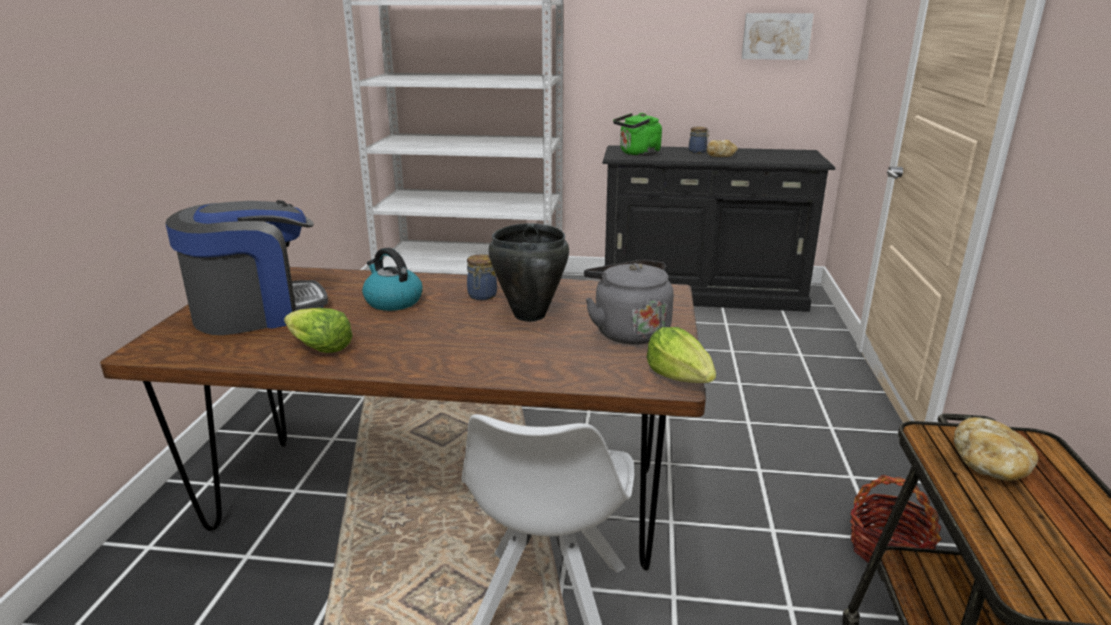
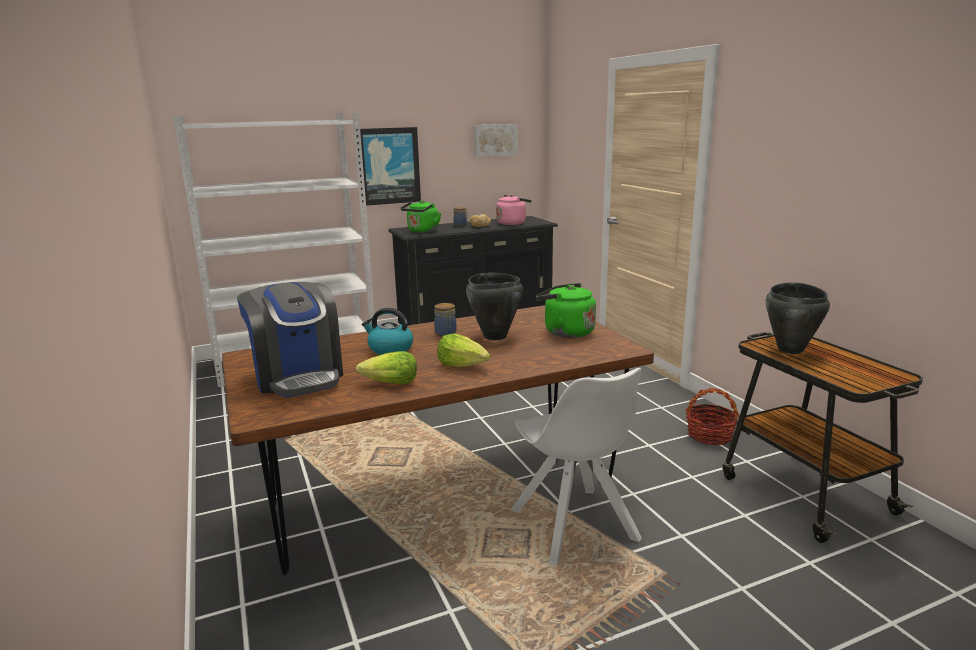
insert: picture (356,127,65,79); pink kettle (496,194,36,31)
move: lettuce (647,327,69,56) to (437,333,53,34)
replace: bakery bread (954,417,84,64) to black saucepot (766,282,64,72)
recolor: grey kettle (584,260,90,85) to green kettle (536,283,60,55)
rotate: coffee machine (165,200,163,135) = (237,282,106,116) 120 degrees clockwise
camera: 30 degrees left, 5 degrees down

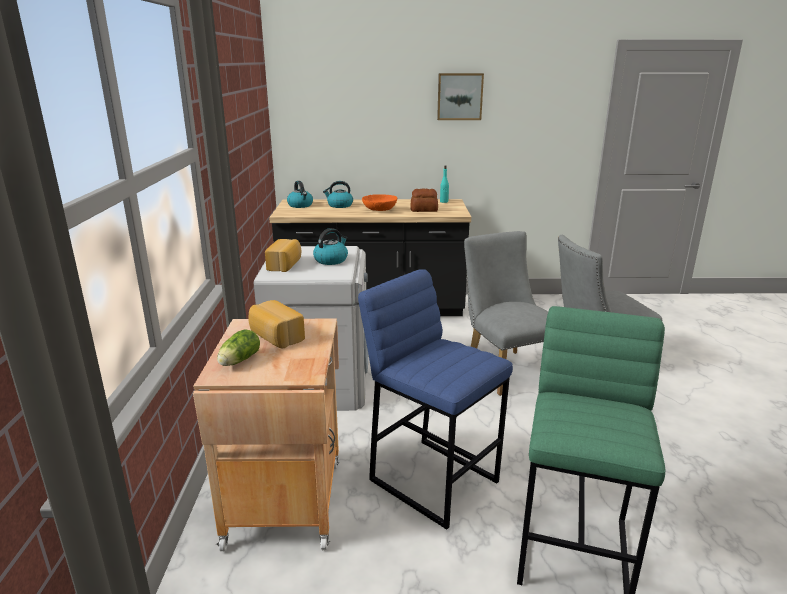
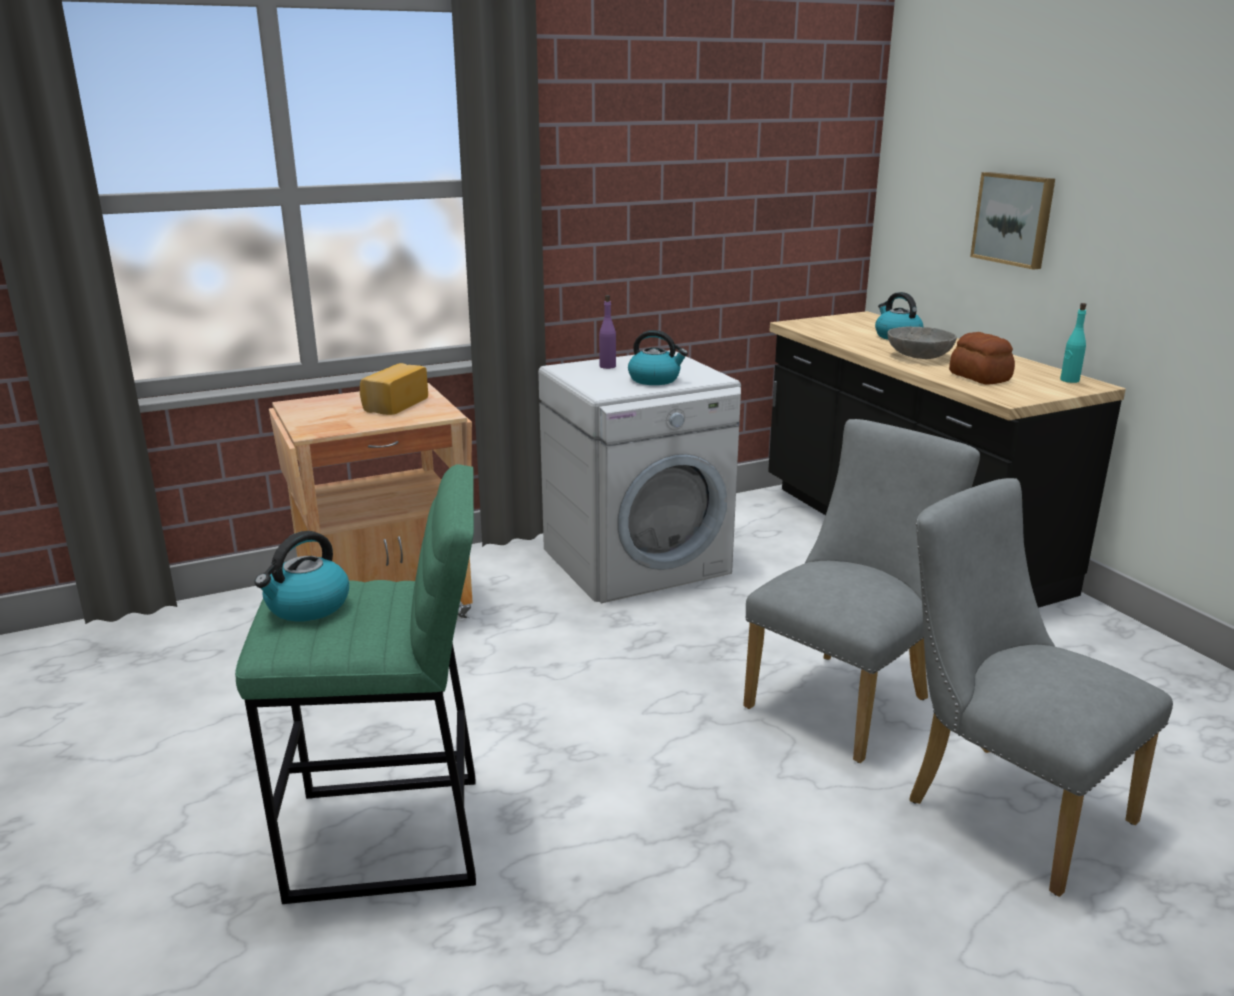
delete: lettuce (217,329,43,37); bluish stool seat (358,270,155,260)
move: kettle (287,181,26,27) to (254,531,95,90); picture (437,73,47,47) to (970,172,85,98)
replace: bakery bread (265,239,36,33) to purplish drink bottle (599,295,17,74)
recolor: orange-coloured deep dish (362,194,35,17) to grey deep dish (887,327,70,32)
camera: 65 degrees right, 0 degrees up

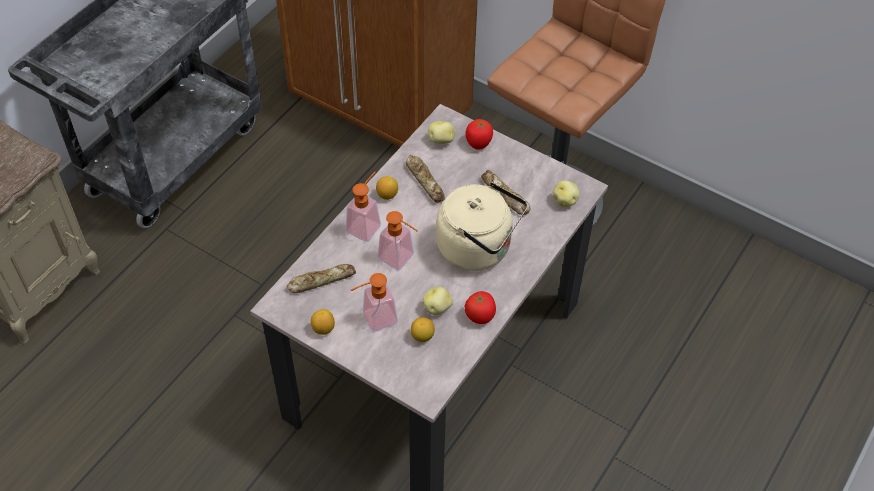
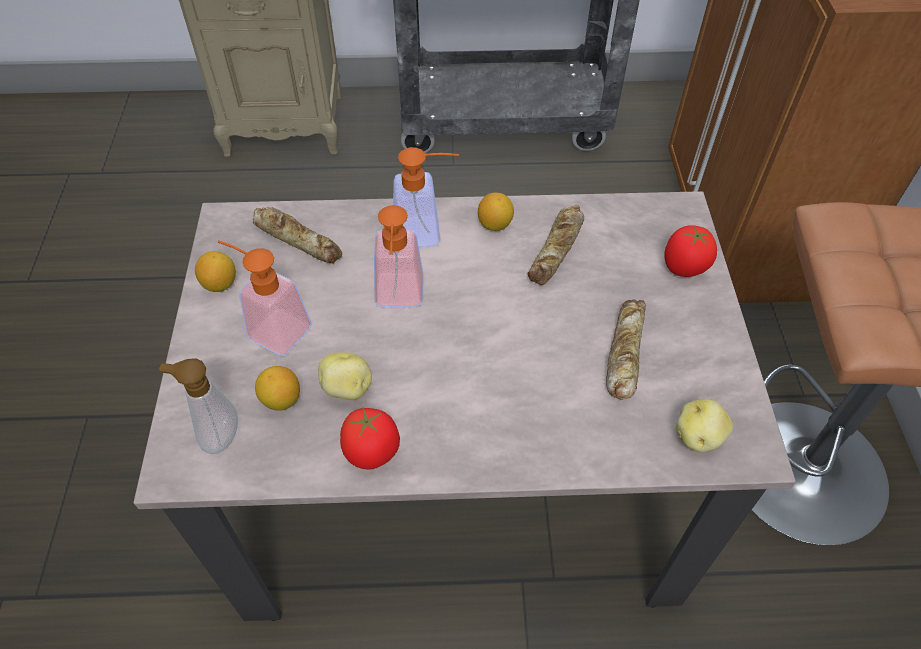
delete: potato (428,121,27,23); sand-coloured kettle (436,181,92,90)
insert: soap bottle (159,358,79,96)
camera: 55 degrees right, 0 degrees up

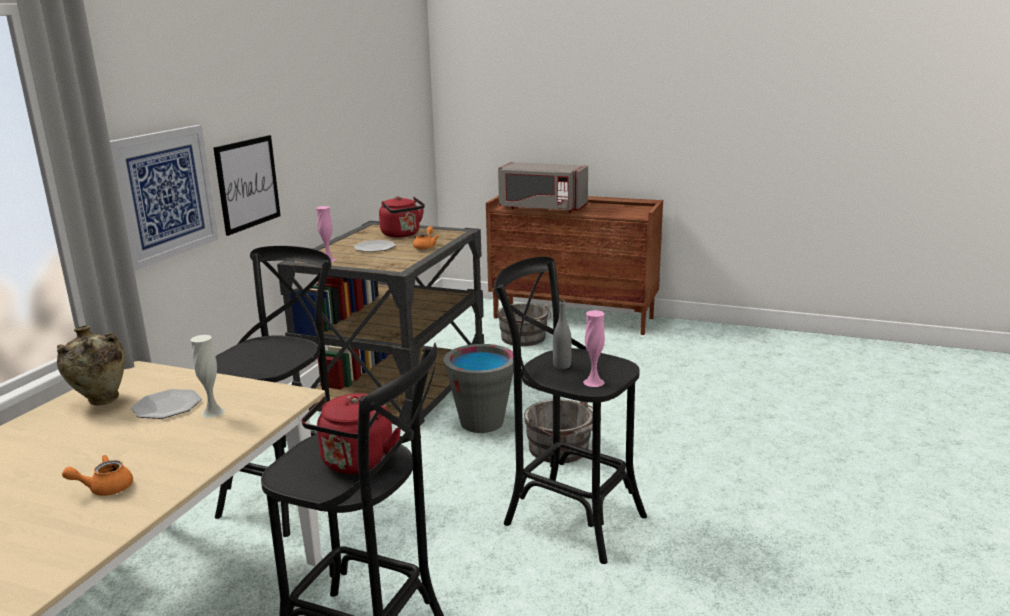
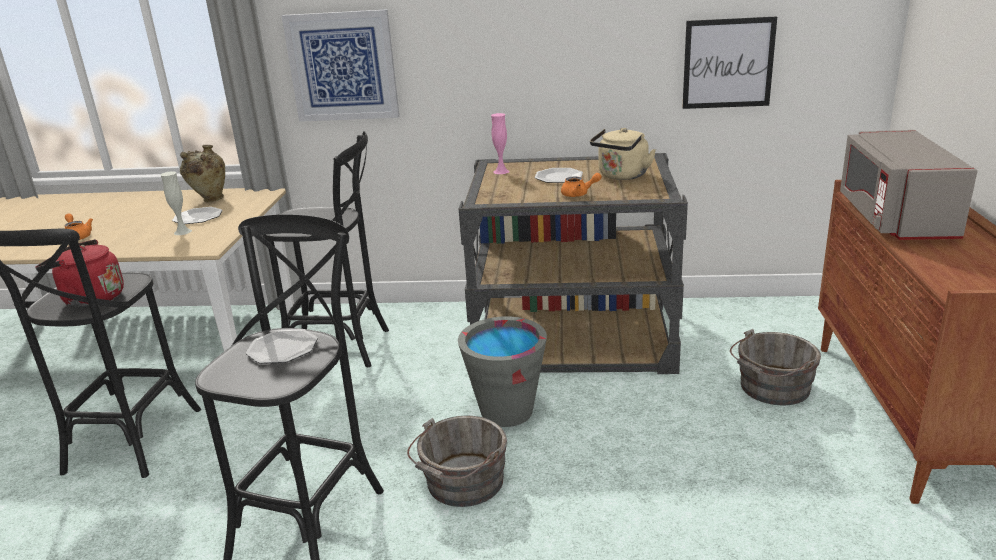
delete: pink decorative vase (583,310,22,77)
move: picture (213,135,68,101) to (682,16,95,93)
replace: grey drink bottle (553,299,19,70) to dinner plate (246,329,72,35)
recolor: red-coloured kettle (379,196,46,41) to sand-coloured kettle (590,128,66,52)
camera: 75 degrees right, 5 degrees up

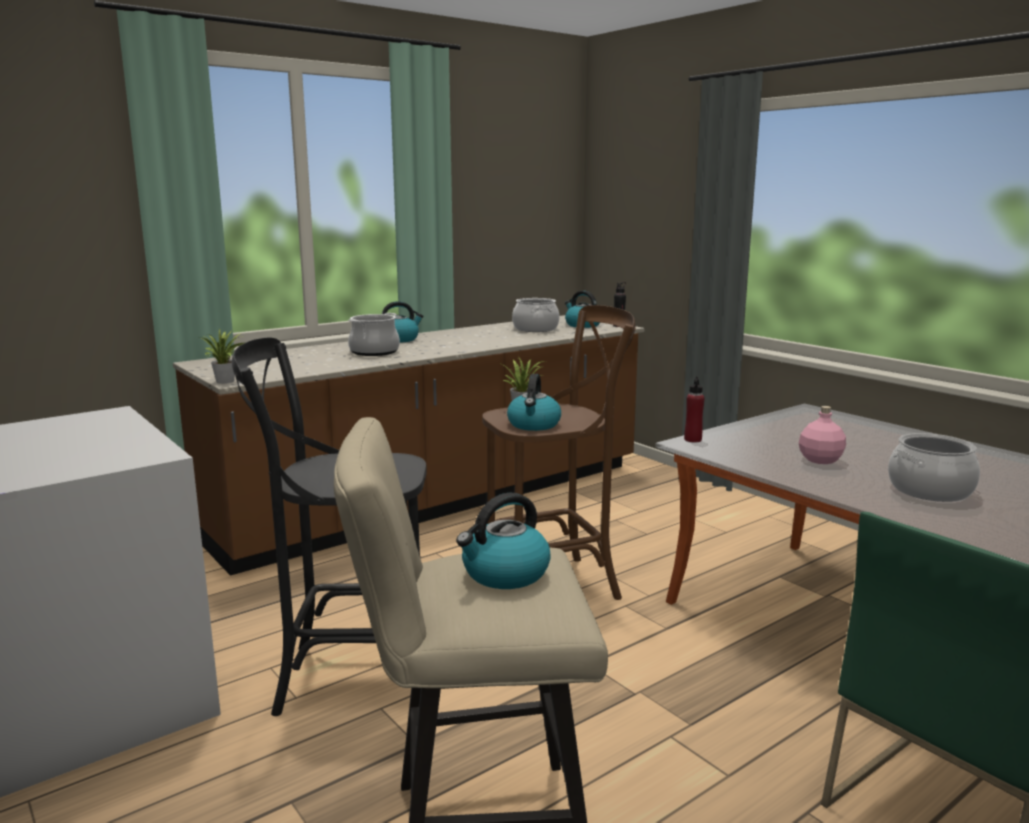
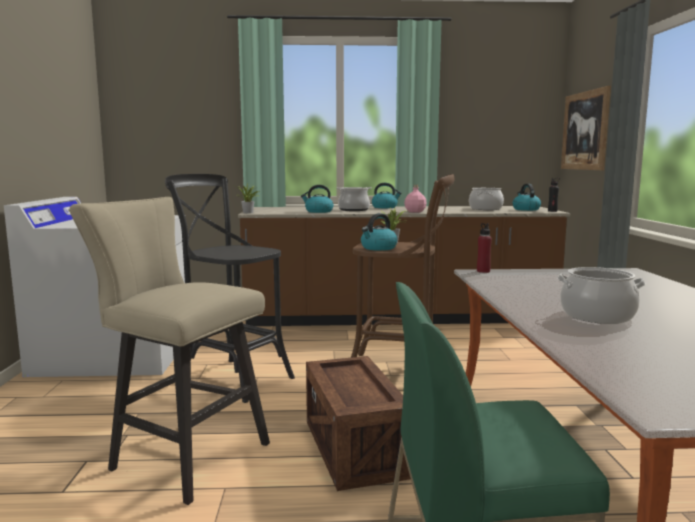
insert: crate (306,356,105,135); picture (561,86,50,84)
move: kettle (456,493,95,96) to (301,185,33,28); pink drink bottle (799,406,47,58) to (404,185,23,28)
camera: 35 degrees right, 5 degrees down

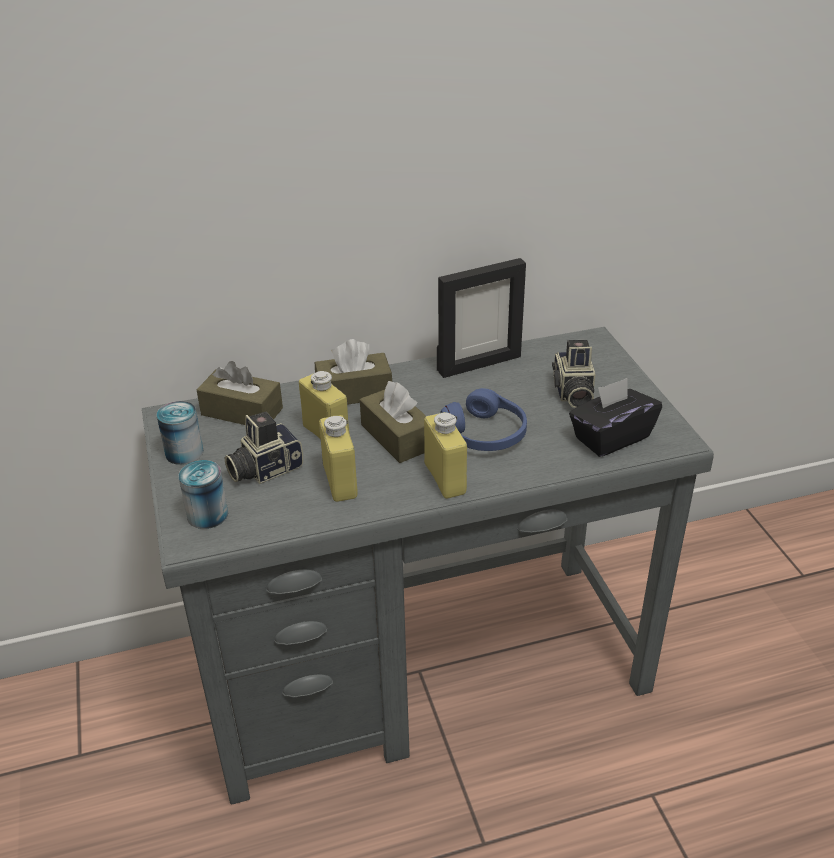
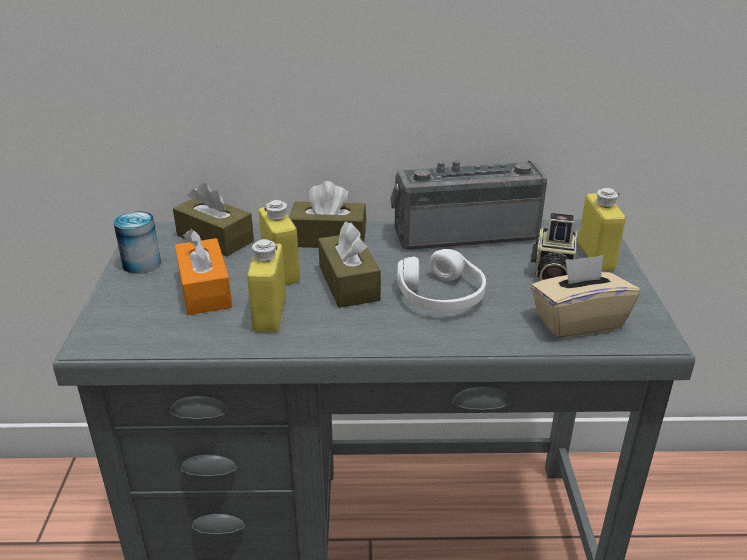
delete: sealed can (178,460,50,69)
move: yellow-coloured drink bottle (424,412,43,87) to (578,188,48,83)
replace: photo camera (225,412,78,72) to orange-coloured tissue holder (175,229,57,86); photo frame (437,258,89,120) to radio receiver (390,160,157,90)
recolor: bluish headset (440,388,87,63) to white headset (397,249,89,62); black tissue holder (569,378,93,79) to sand-coloured tissue holder (531,255,109,83)
camera: 15 degrees right, 5 degrees down

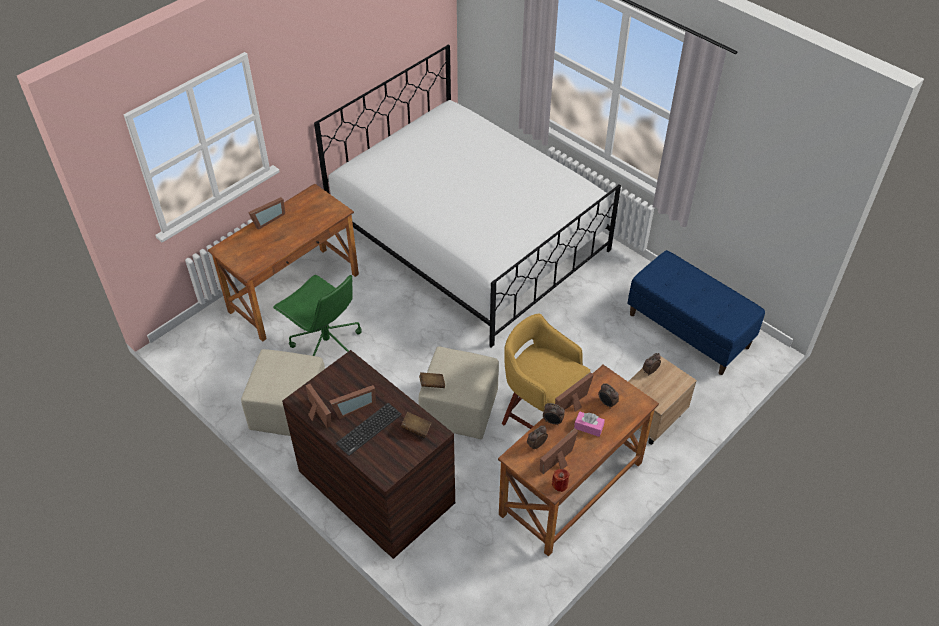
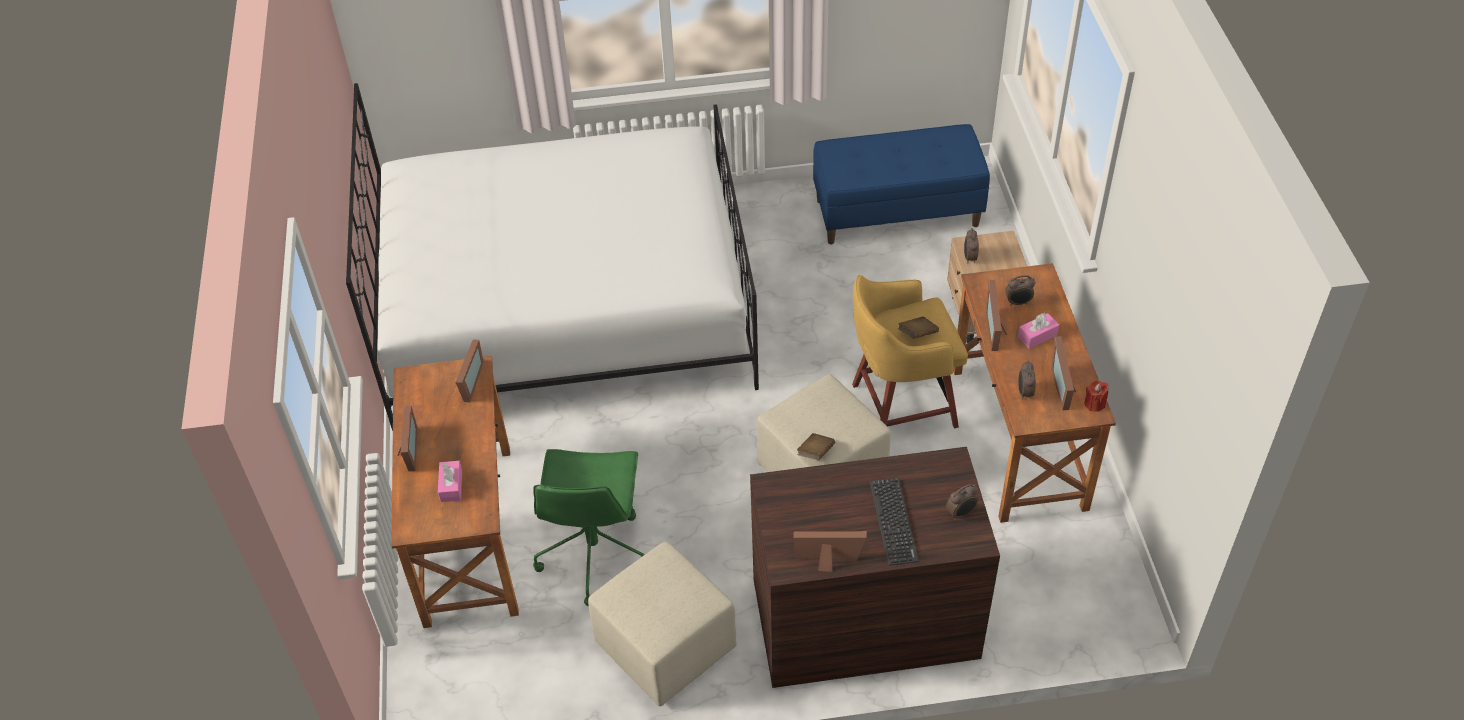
insert: pink tissue holder (438,461,24,41)
move: photo frame (330,385,46,34) to (455,339,29,63); brown volume (401,412,30,26) to (898,316,41,23); alarm clock (543,403,22,23) to (946,484,32,36)
rotate: green office chair (273,275,89,81) = (533,449,112,157) 105 degrees clockwise
camera: 50 degrees left, 0 degrees up

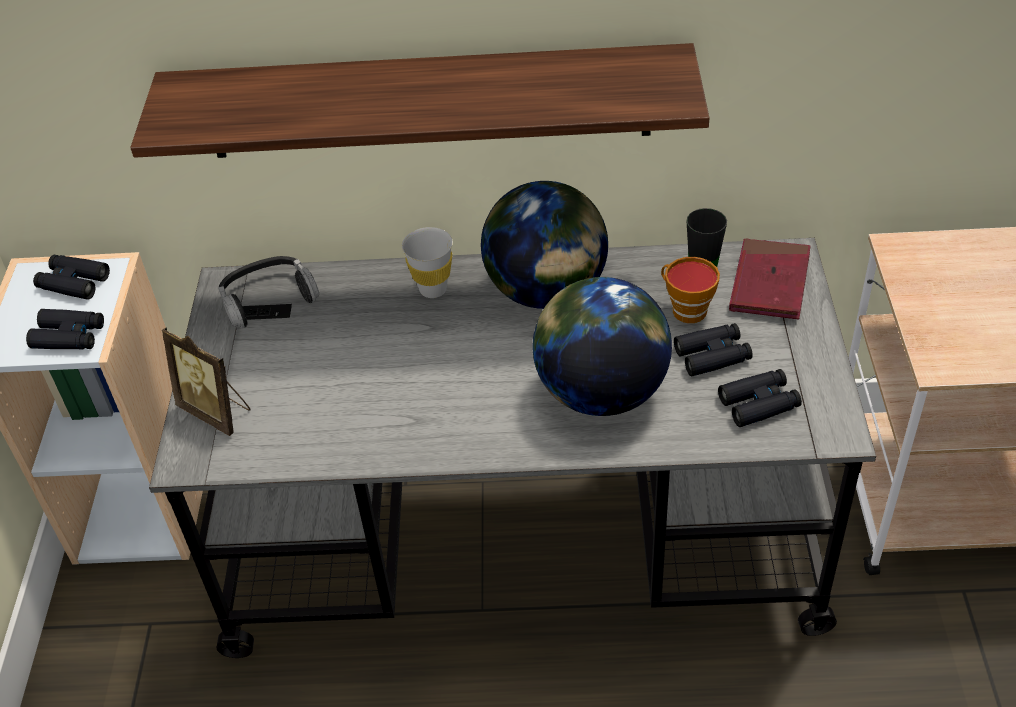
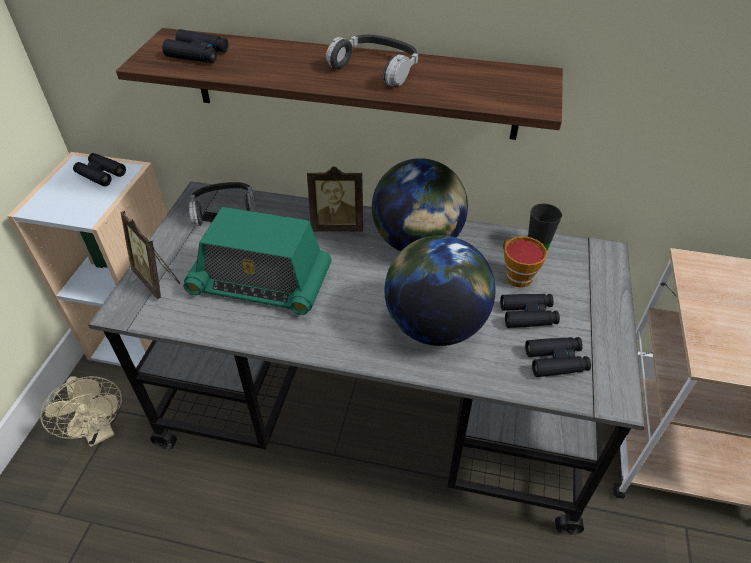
delete: red-coloured volume (729,239,82,81)
insert: sand-coloured electric fan (40,376,82,71); radio receiver (183,207,148,108); headset (326,35,92,51)
move: black binoculars (26,309,78,41) to (162,29,66,34)
replace: white small cup (402,227,51,71) to photo frame (307,166,56,66)
camera: 10 degrees right, 0 degrees up

